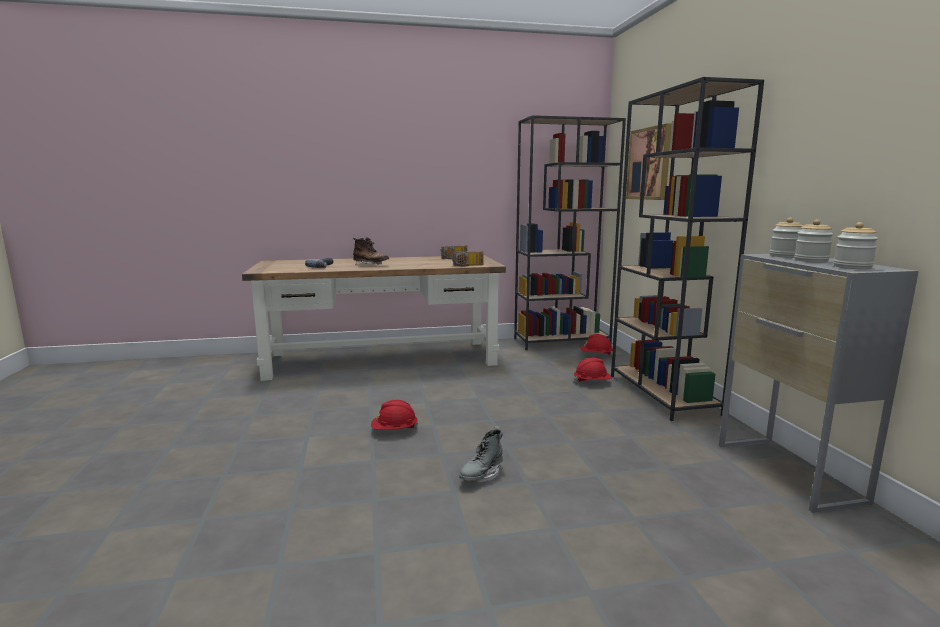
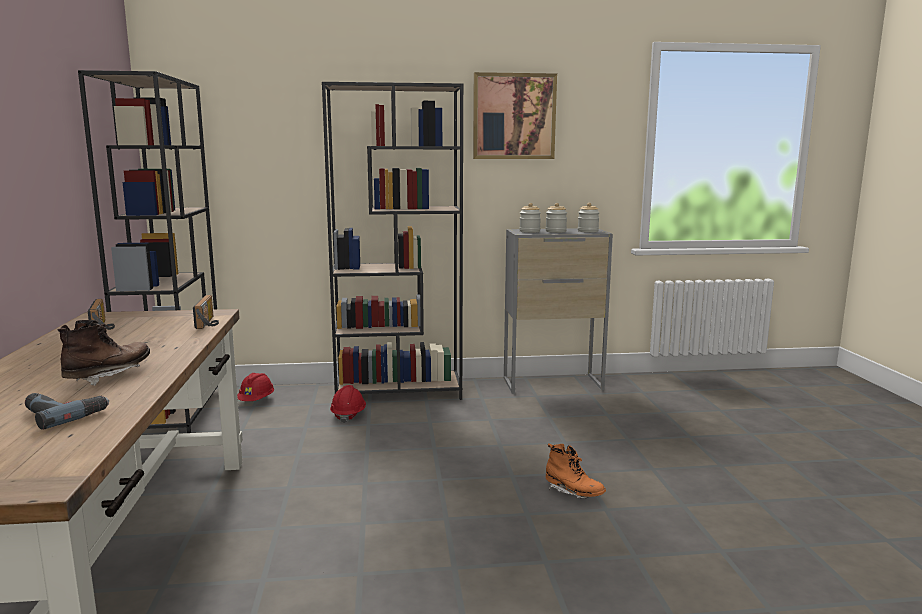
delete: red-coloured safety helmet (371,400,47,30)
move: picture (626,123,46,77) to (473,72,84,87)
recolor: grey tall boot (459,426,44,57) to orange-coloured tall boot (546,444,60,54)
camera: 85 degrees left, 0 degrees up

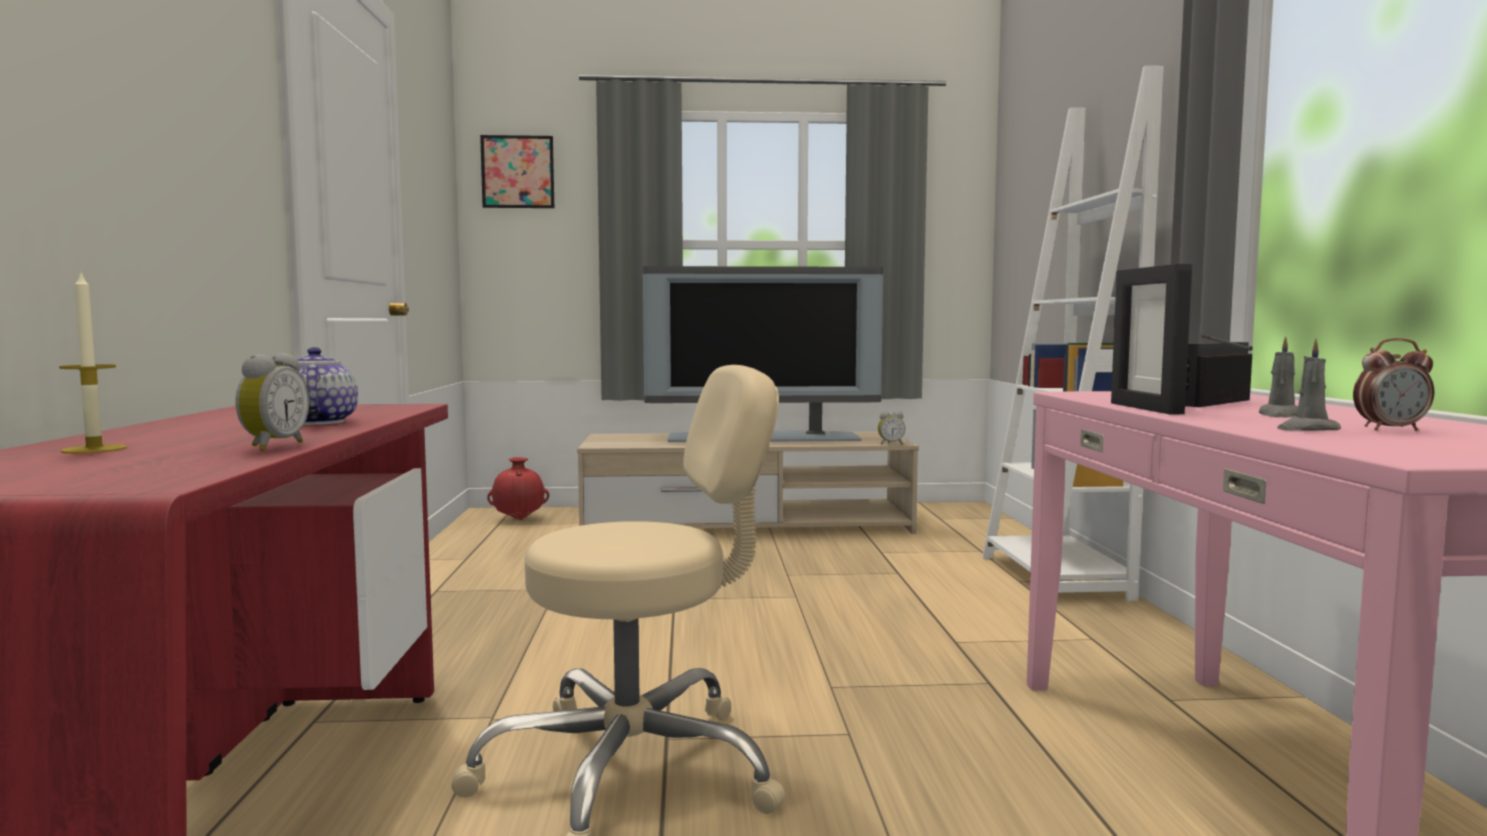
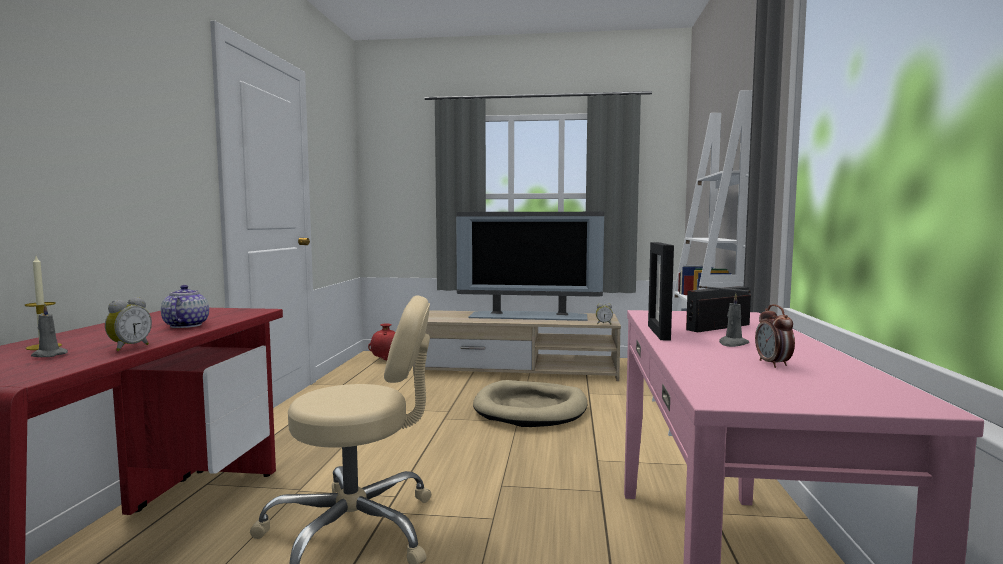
delete: picture (480,135,74,73)
insert: sand-coloured dog bed (473,380,114,47)
move: grey wax light (1277,338,64,93) to (31,304,37,53)
rotate: alarm clock (1353,338,81,93) = (755,304,40,64) 75 degrees clockwise
camera: 10 degrees right, 0 degrees up

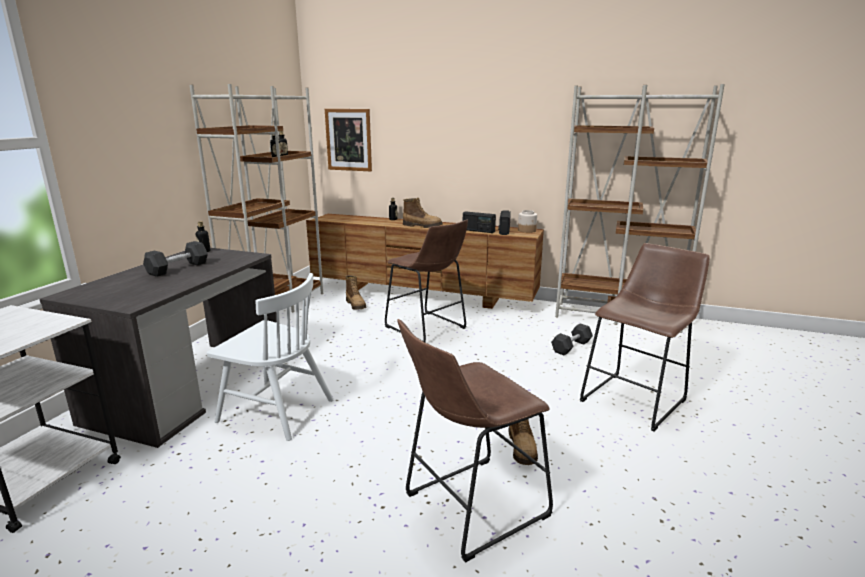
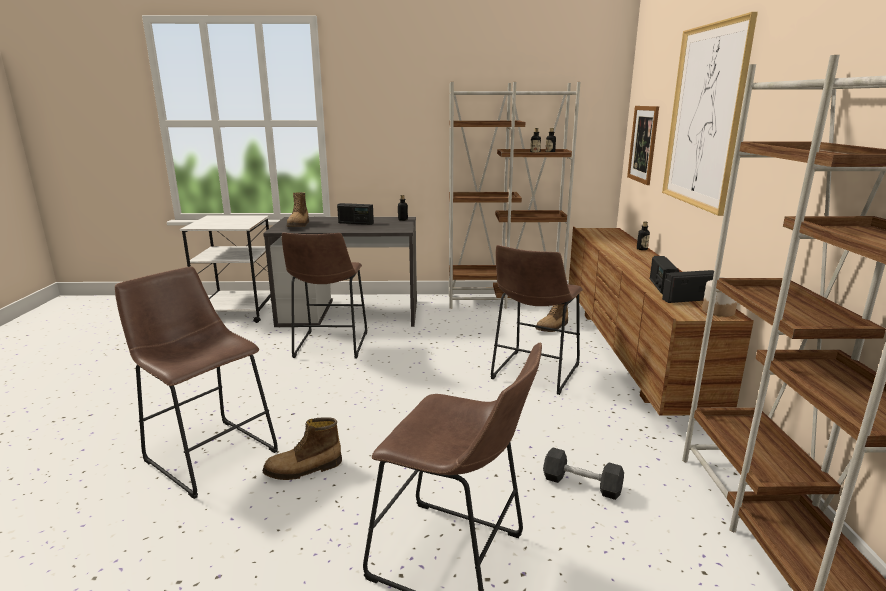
insert: picture (662,12,96,204)
move: tall boot (403,198,40,30) to (287,192,22,35)
replace: black free weight (143,241,65,36) to radio receiver (337,203,37,22); white upright chair (207,273,126,168) to brown stool seat (282,233,85,126)
camera: 70 degrees right, 0 degrees up

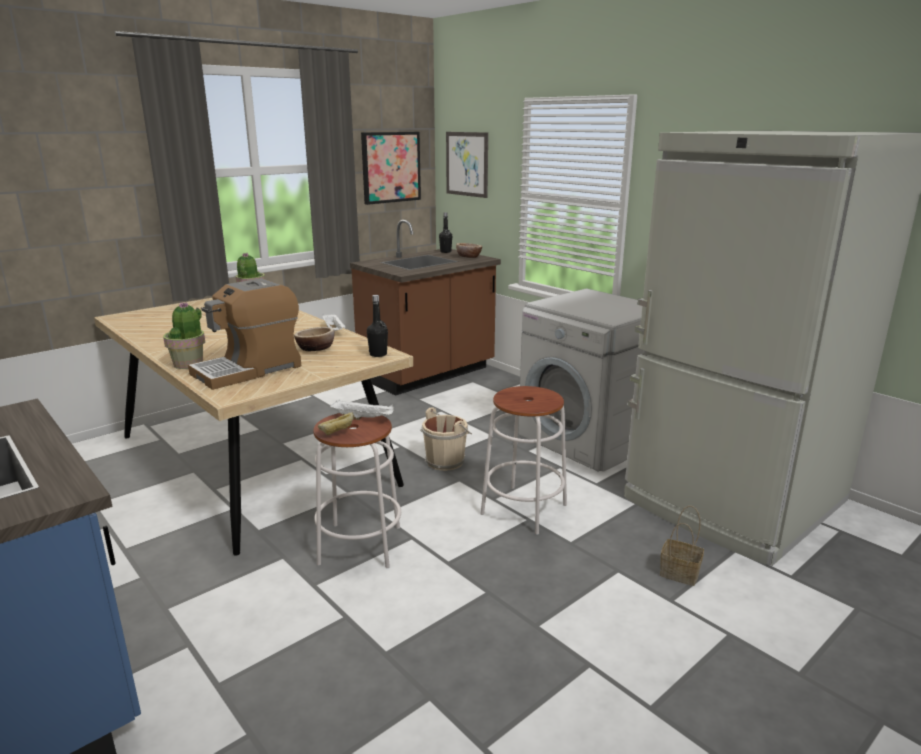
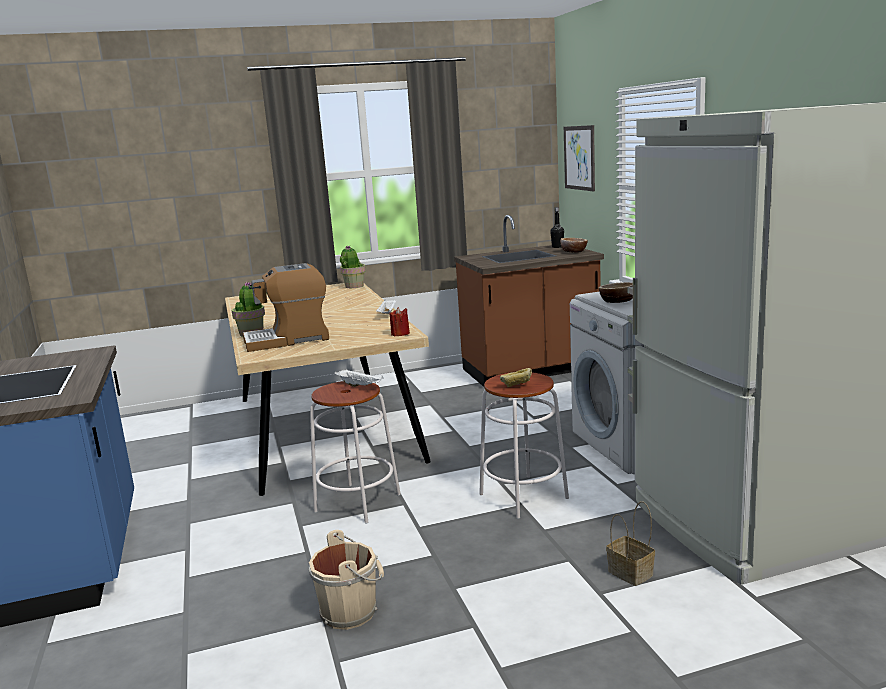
delete: picture (361,132,60,73)
move: deep dish (294,327,40,24) to (599,282,34,21); bakery bread (318,412,36,24) to (500,368,32,19); sand-coloured pail (420,407,52,64) to (309,530,75,100)
replace: black drink bottle (367,295,21,62) to red-coloured wax light (390,307,20,29)
camera: 25 degrees right, 5 degrees down

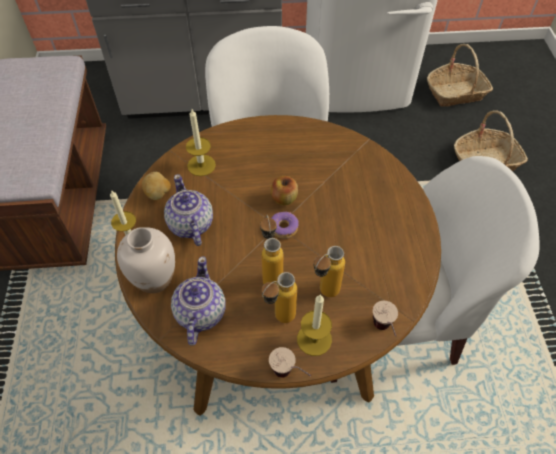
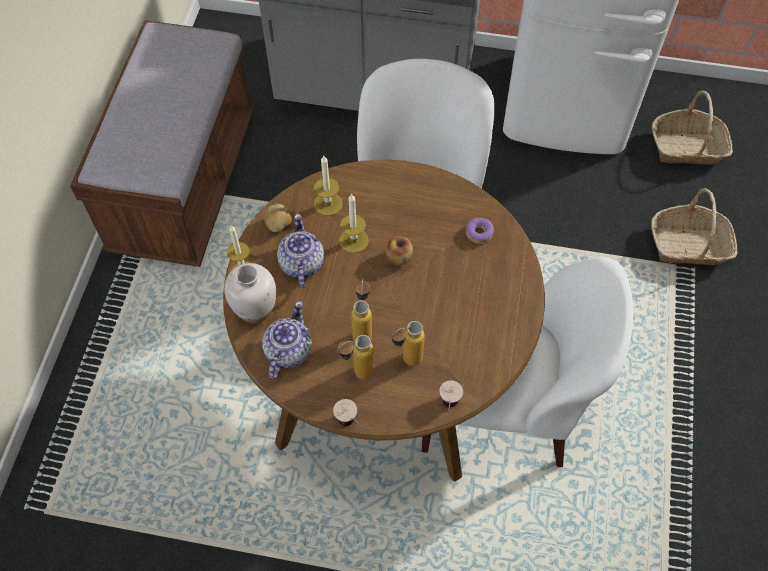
move: donut (271,212,28,27) to (466,218,28,26); wax light (297,294,35,62) to (339,193,30,60)
camera: 15 degrees right, 5 degrees up

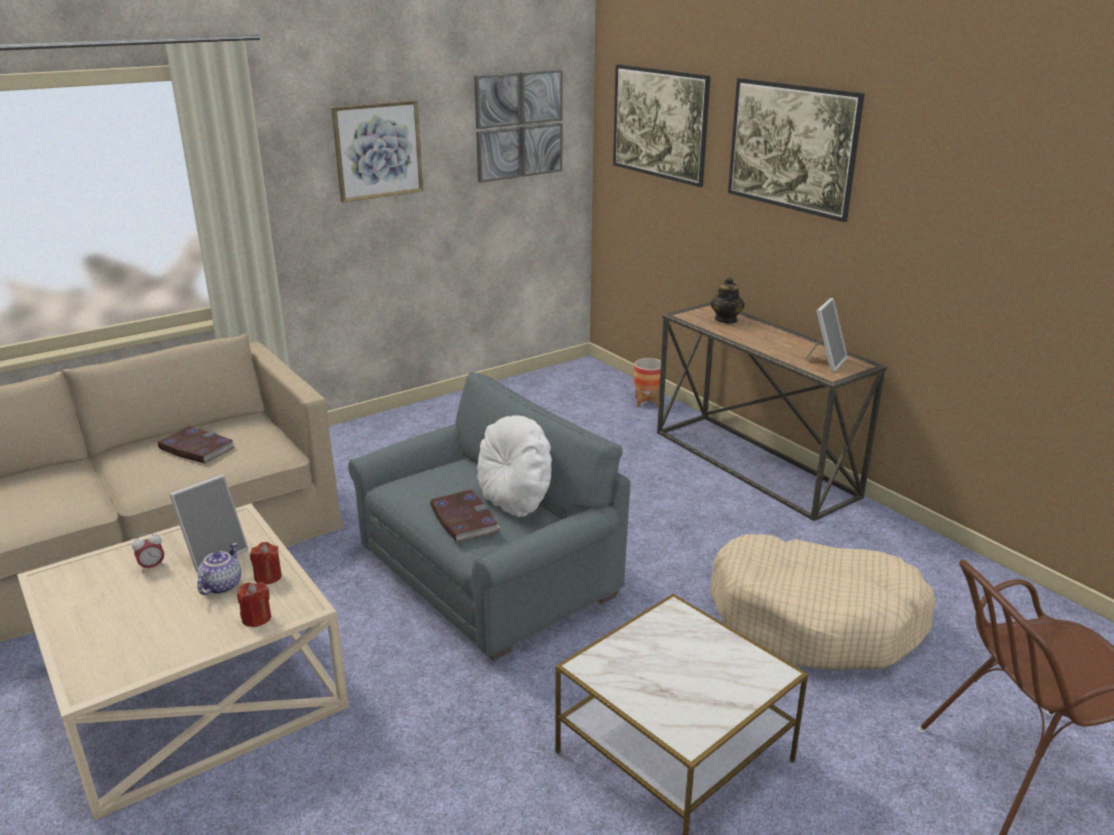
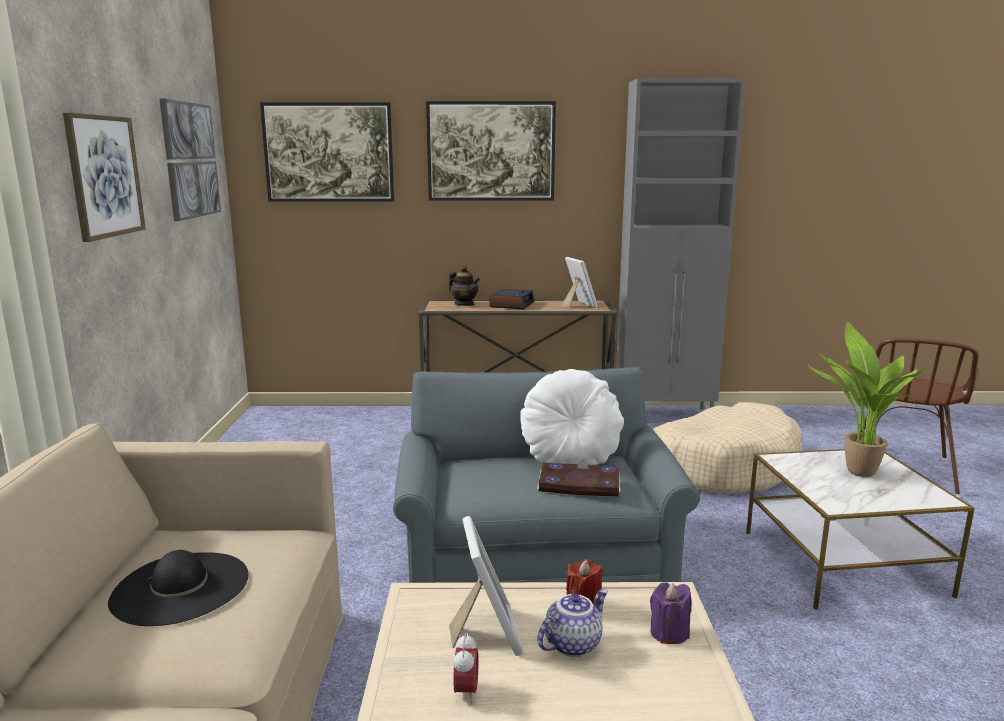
delete: plant pot (634,358,27,49)
insert: alarm clock (489,289,45,20); grey storage cabinet (616,78,130,331); houseplant (808,322,117,155)
replace: volume (158,426,77,37) to black clothing hat (108,550,141,76)
recolor: red-coloured wax light (237,582,34,45) to purplish wax light (650,583,42,61)
rotate: tea pot (197,543,44,52) = (537,589,71,68) 90 degrees clockwise
camera: 55 degrees left, 10 degrees down

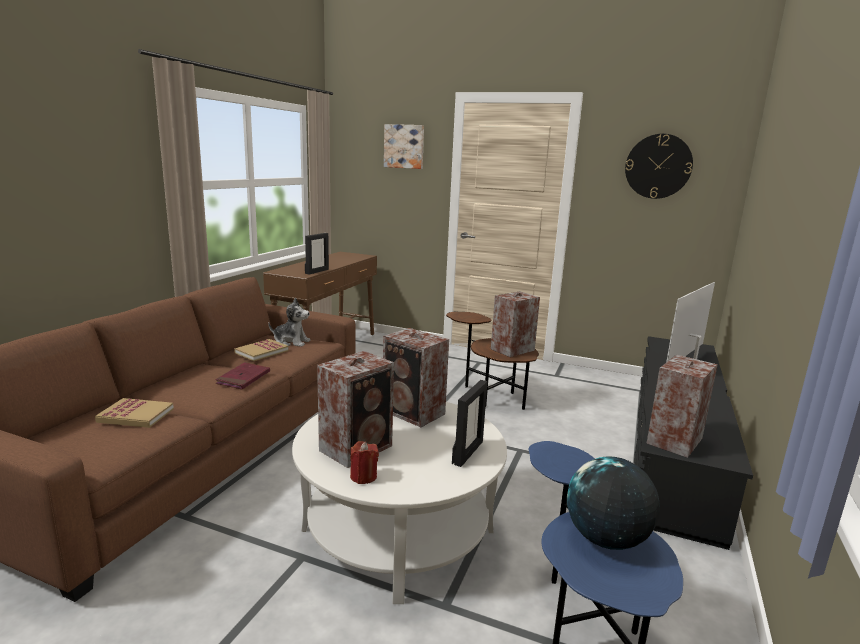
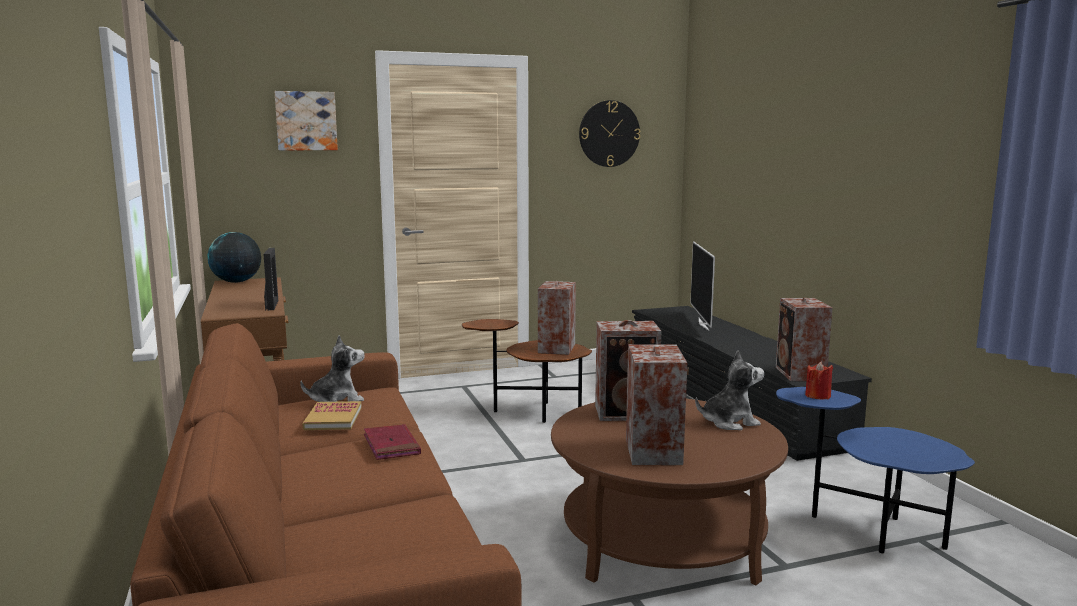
delete: volume (95,398,79,30)
move: red-coloured wax light (350,441,29,43) to (805,361,28,39); world globe (567,456,93,94) to (208,232,53,51)
replace: photo frame (452,380,35,87) to soft toy (695,350,69,80)
recolor: white lounge table (292,402,215,202) to brown lounge table (551,399,237,186)
camera: 40 degrees left, 5 degrees down

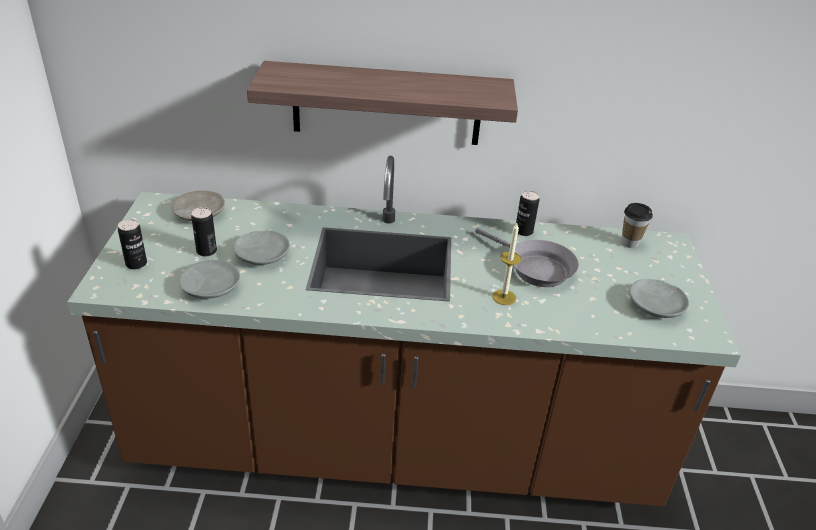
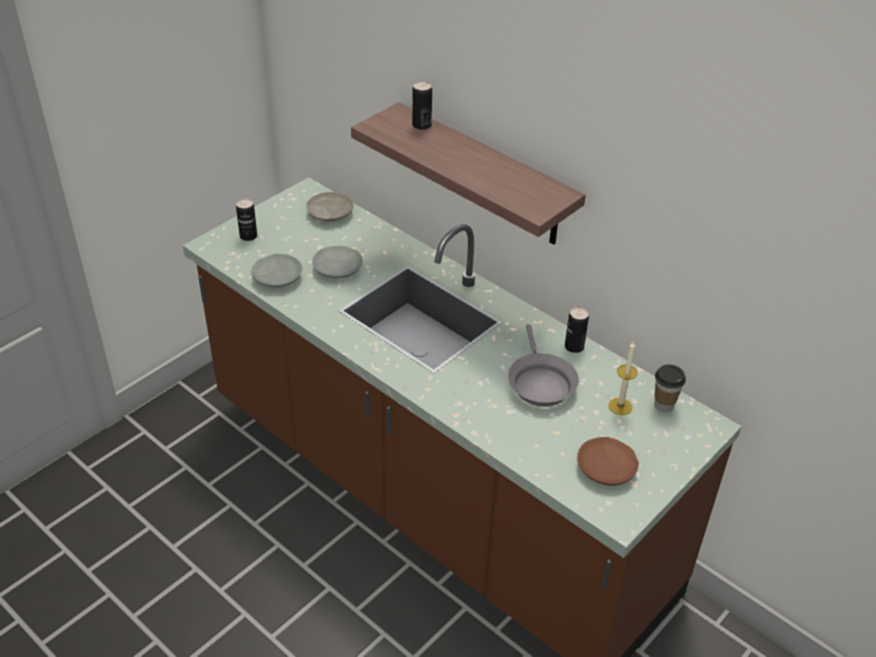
move: sealed can (191,207,26,49) to (412,81,20,49); wax light (492,223,29,82) to (609,341,29,74)
recolor: grey dinner plate (630,279,59,39) to brown dinner plate (577,437,62,49)
camera: 40 degrees right, 5 degrees up

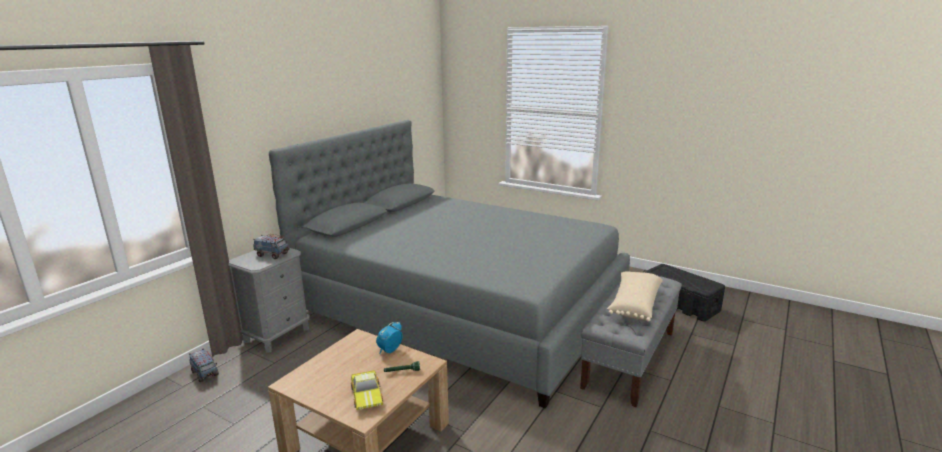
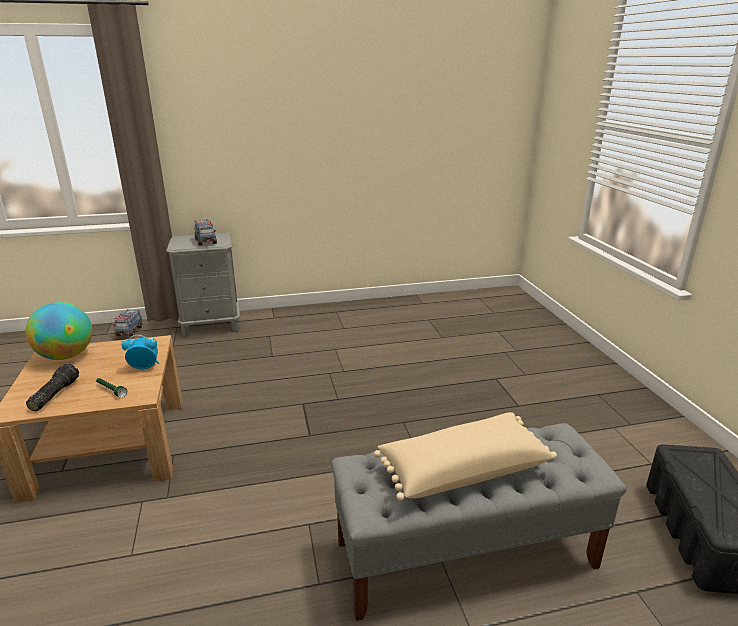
delete: grey sleeping bed (269,120,361,288)
insert: world globe (26,302,66,58)
replace: model car (351,370,32,40) to torch (26,364,53,47)
camera: 45 degrees right, 5 degrees up

